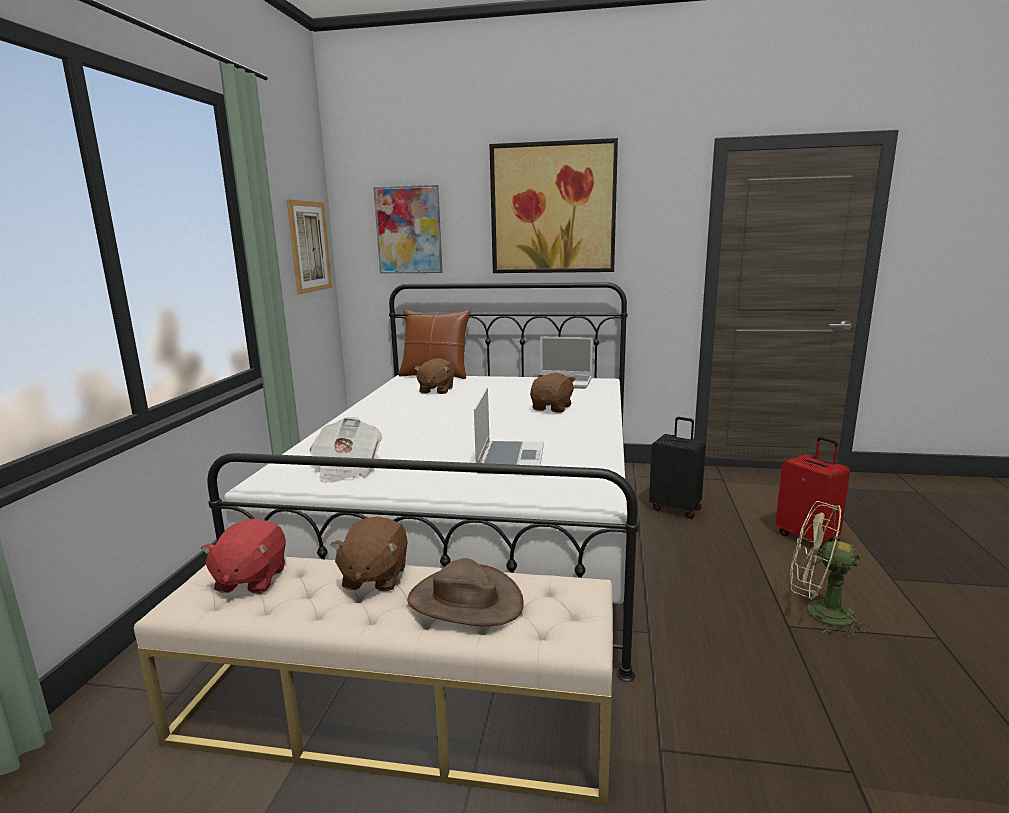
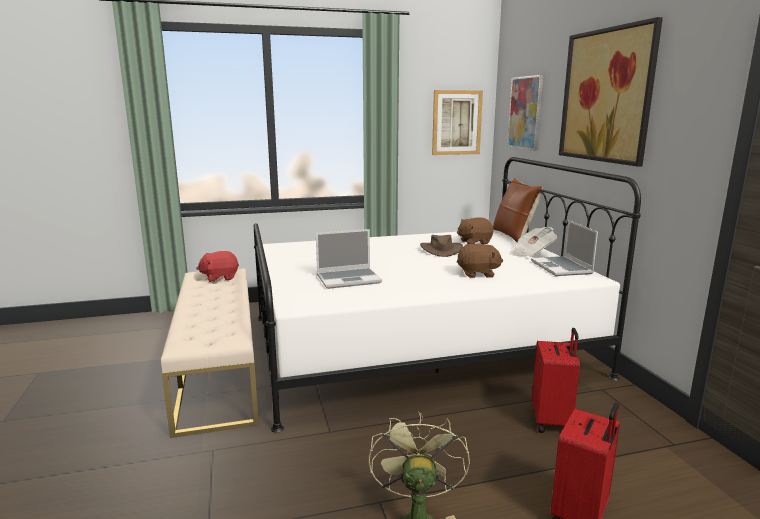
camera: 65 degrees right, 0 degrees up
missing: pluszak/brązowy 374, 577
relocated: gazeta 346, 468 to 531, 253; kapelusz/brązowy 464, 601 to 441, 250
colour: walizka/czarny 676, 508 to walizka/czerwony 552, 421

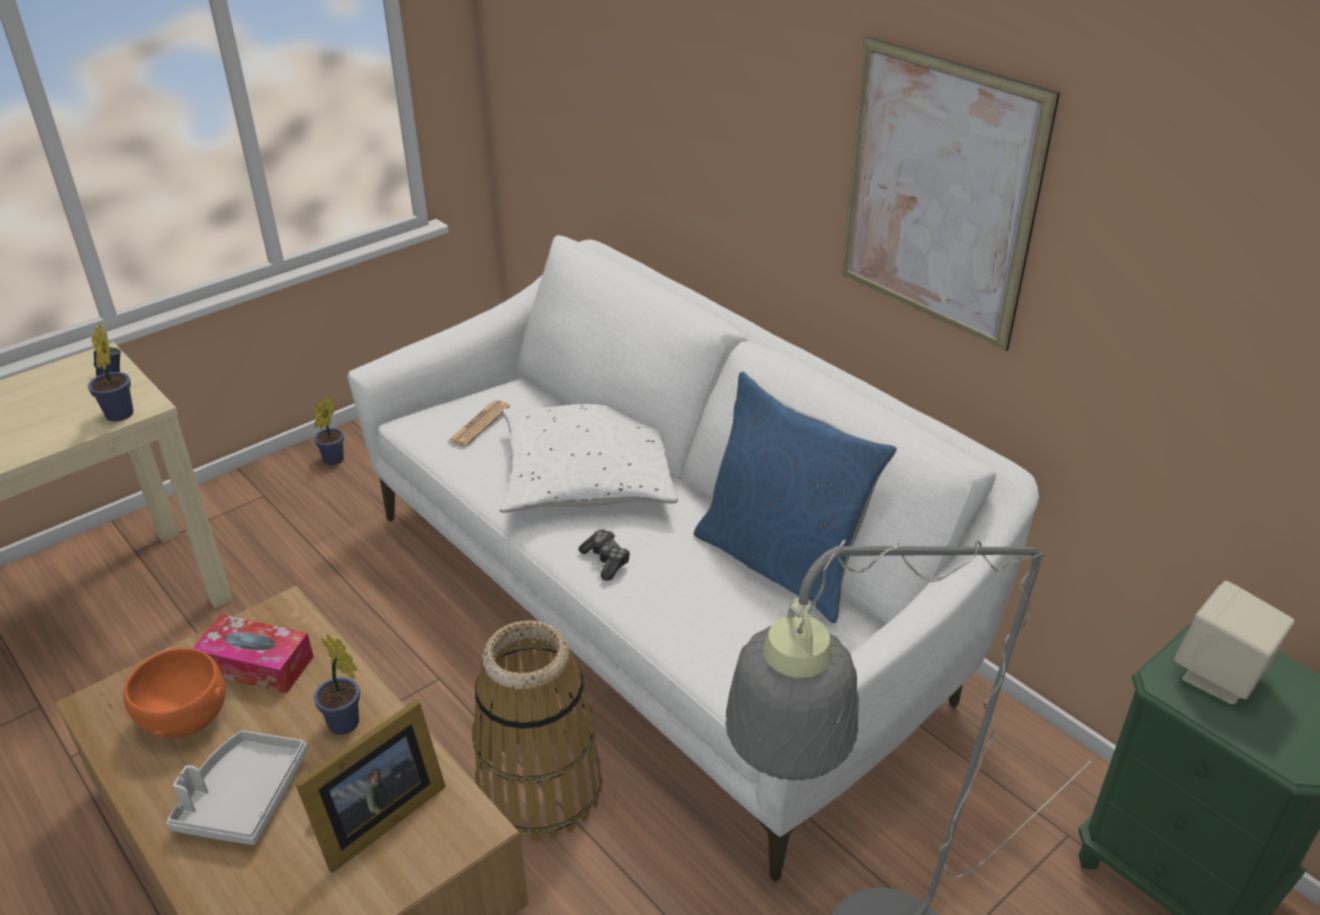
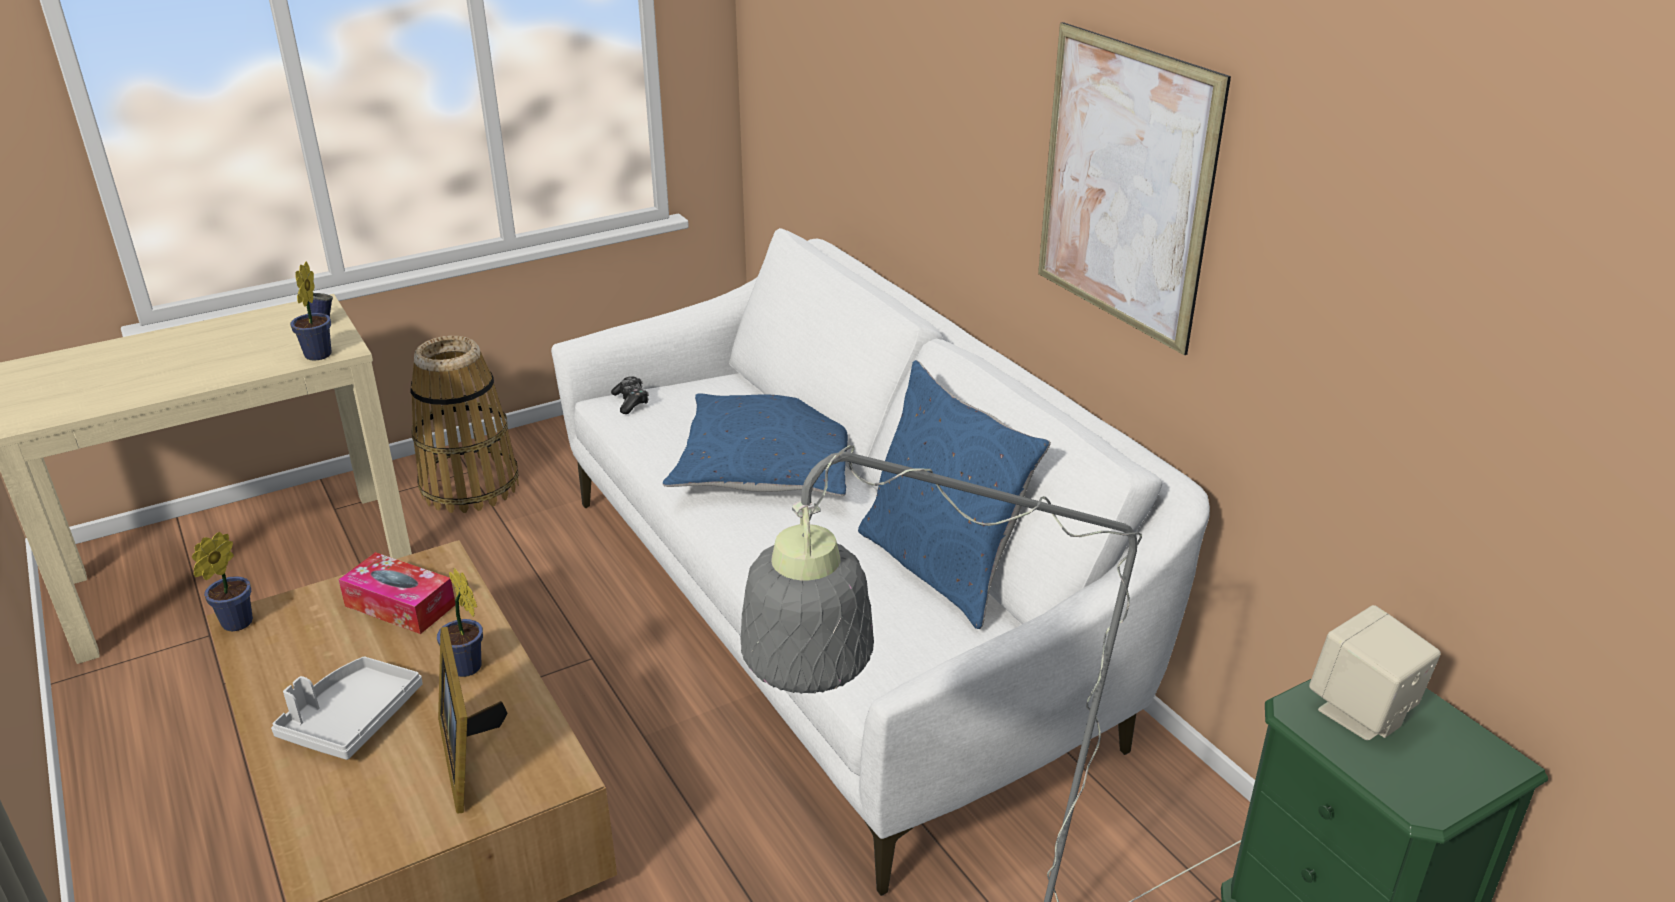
camera: 10 degrees right, 5 degrees down
missing: miska/pomarańczowy 185, 717; gazeta 479, 424
relocated: roślina doniczkowa 332, 461 to 233, 625; koszyk 540, 788 to 470, 486; pad do gier 606, 560 to 631, 401
colour: poduszka/biały 587, 474 to poduszka/niebieski 767, 465
spun: ramka na zdjęcie 374, 819 = 469, 755 105 degrees clockwise

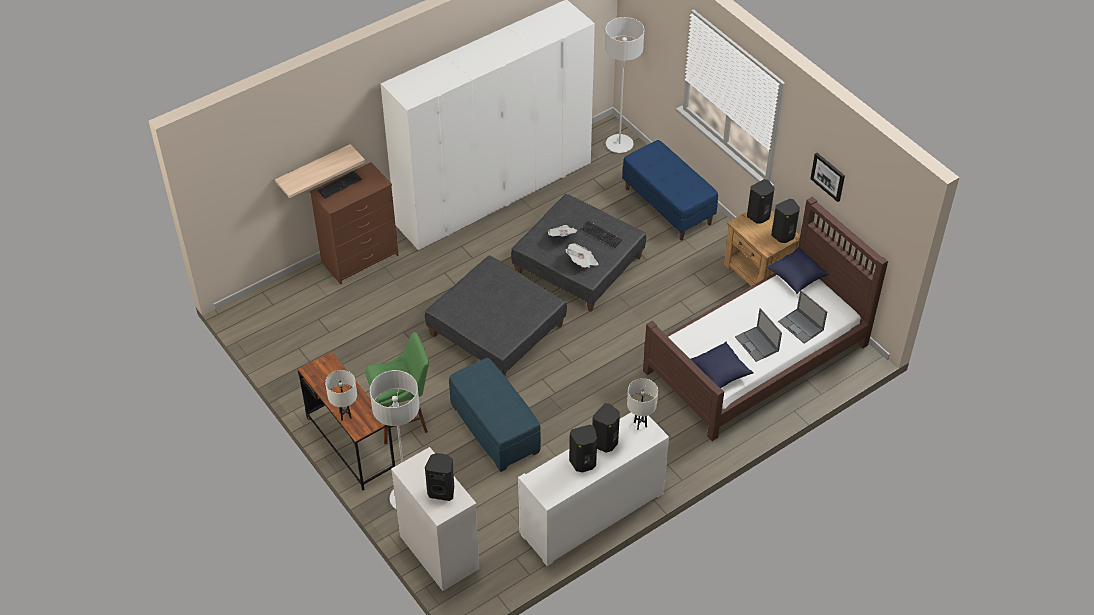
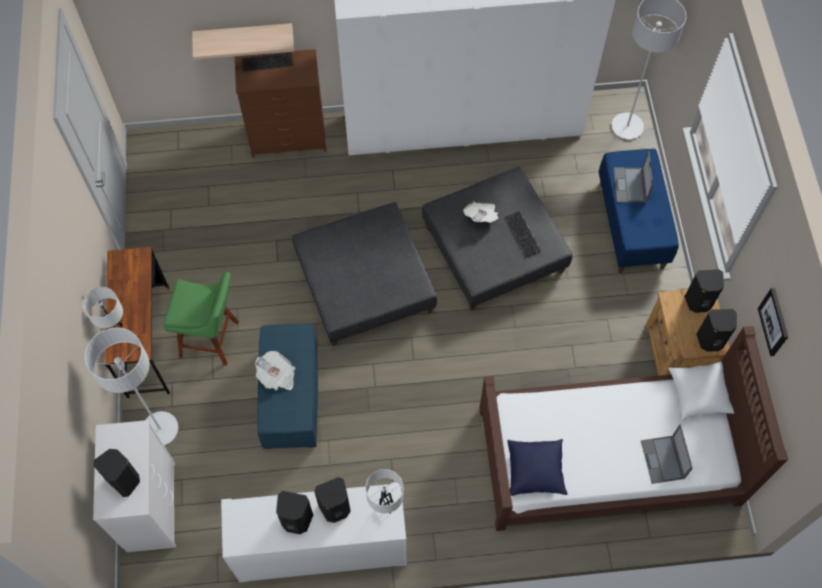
camera: 30 degrees right, 15 degrees up
relocated: gazeta 582, 262 to 277, 376; laptop 757, 344 to 630, 185
colour: poduszka/niebieski 796, 277 to poduszka/biały 698, 394

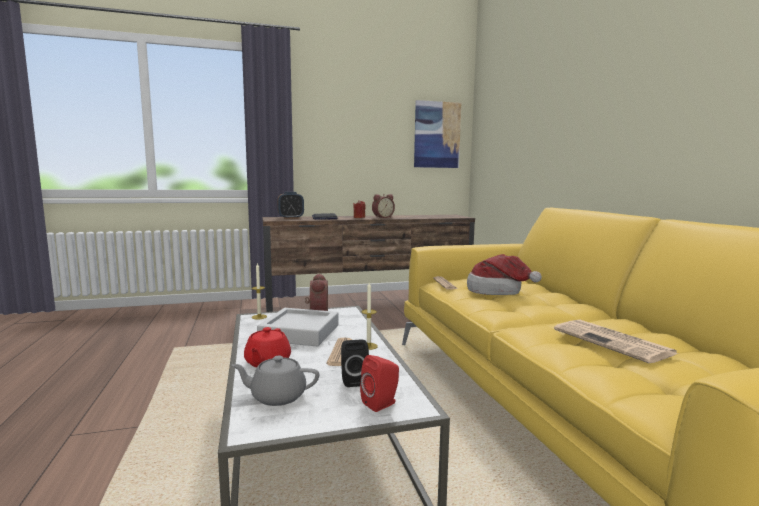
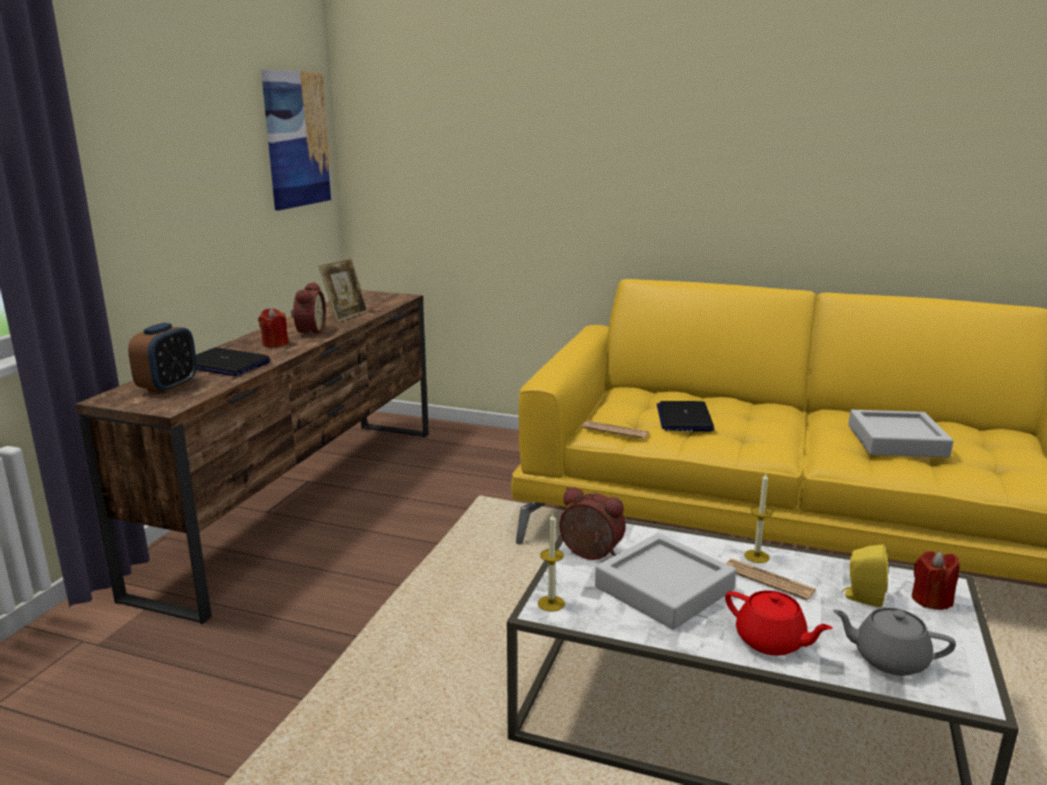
camera: 55 degrees left, 10 degrees up
appeared: ramka na zdjęcie 346, 316
exchanged: głośnik/czerwony 382, 403 to świeca/czerwony 931, 600; kapelusz 498, 291 to laptop 684, 418; gazeta 614, 342 to taca/szary 896, 441
colour: głośnik/czarny 353, 380 to głośnik/żółty 862, 598
spun: imbryk/szary 277, 396 = 889, 659 75 degrees clockwise

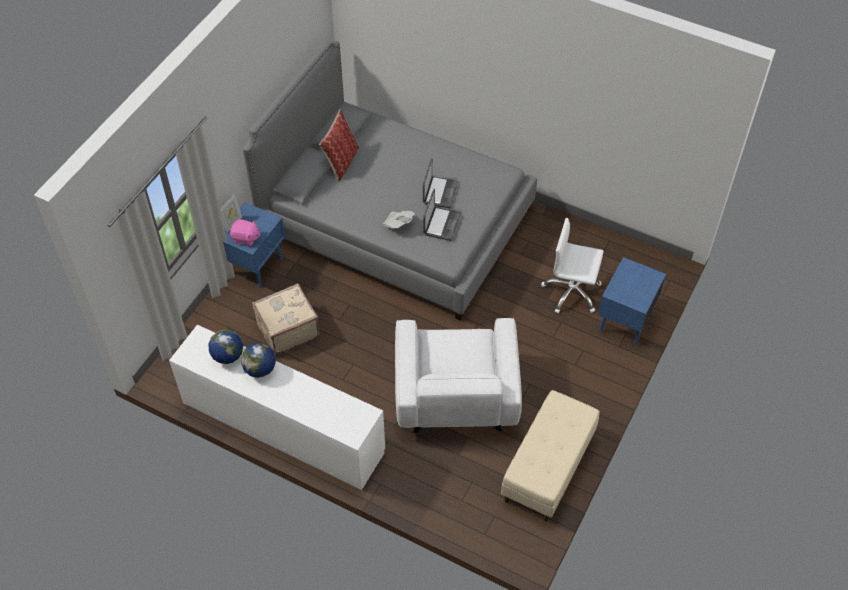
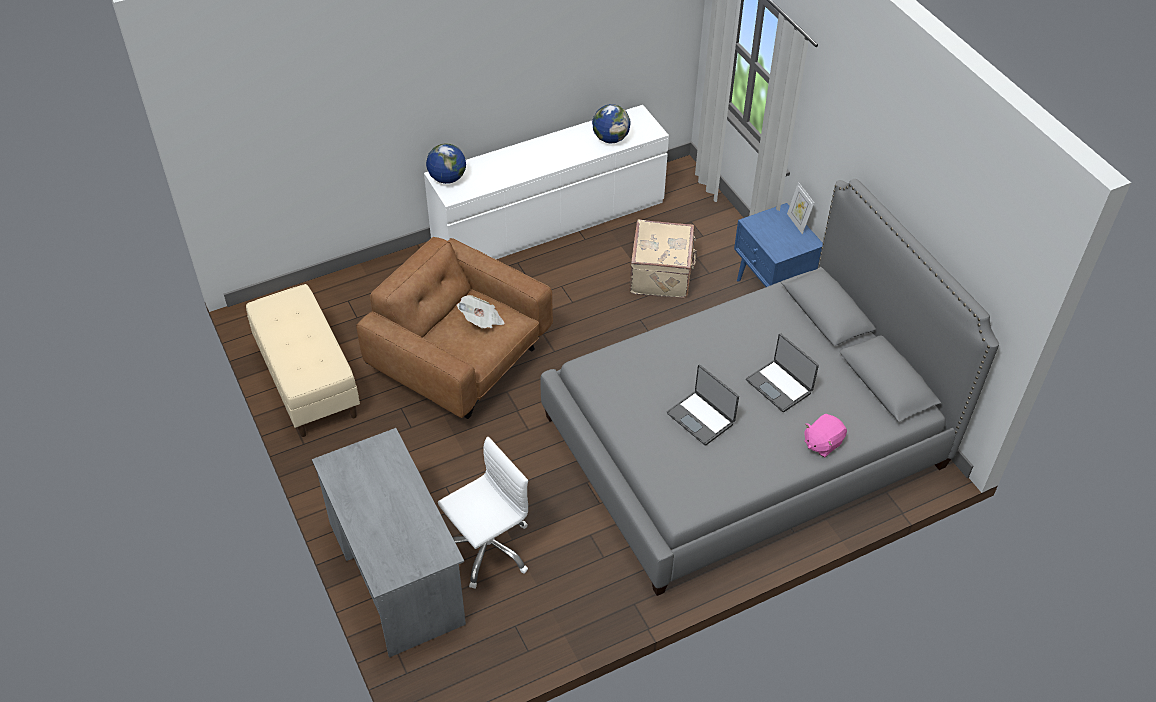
camera: 125 degrees right, 5 degrees down
missing: poduszka 341, 162
relocated: pluszak/różowy 246, 238 to 822, 443; globus 260, 369 to 447, 178; gazeta 398, 224 to 481, 321; laptop 441, 224 to 779, 386
exchanged: szafka nocna/niebieski 625, 323 to biurko/szary 396, 572
colour: fotel/biały 456, 394 to fotel/brązowy 460, 360

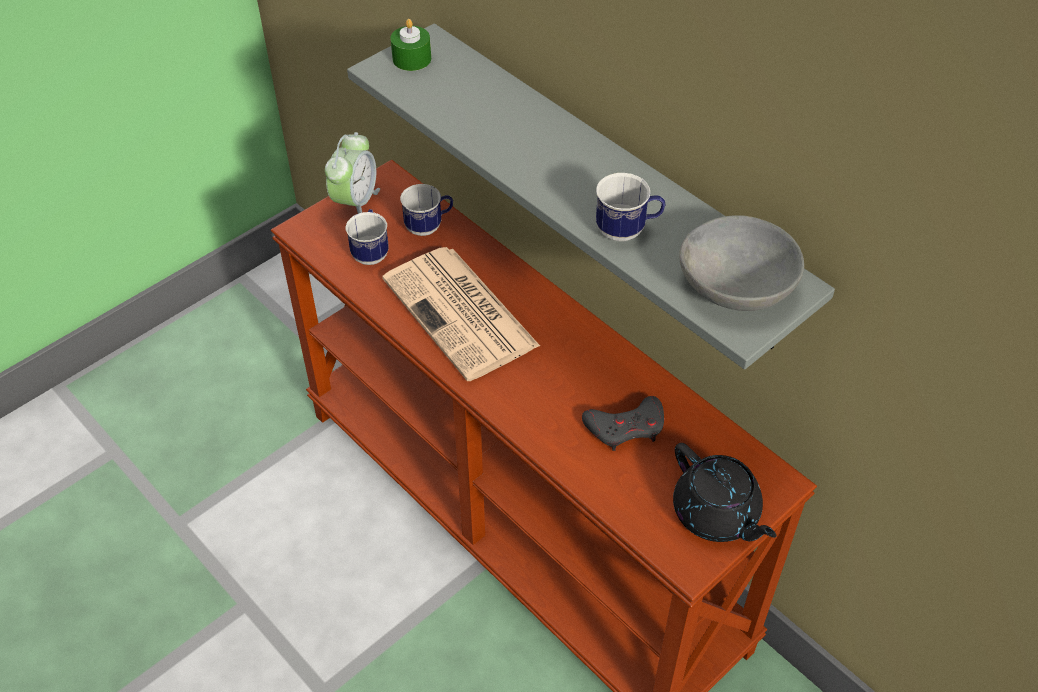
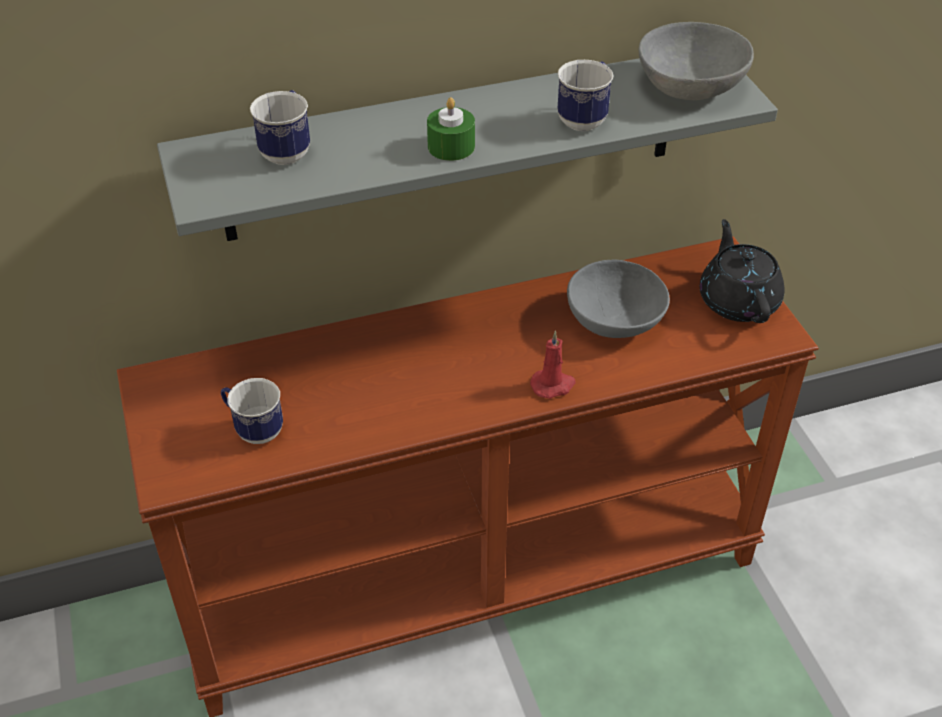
camera: 65 degrees left, 5 degrees down
missing: budzik 355, 202; gazeta 462, 314
appeared: świeca/czerwony 553, 385
relocated: świeca/zielony 411, 59 to 451, 146; kubek 429, 226 to 288, 151
exchanged: pad do gier/szary 626, 427 to miska/szary 616, 320
spun: imbryk/czarny 716, 514 = 738, 300 90 degrees counterclockwise

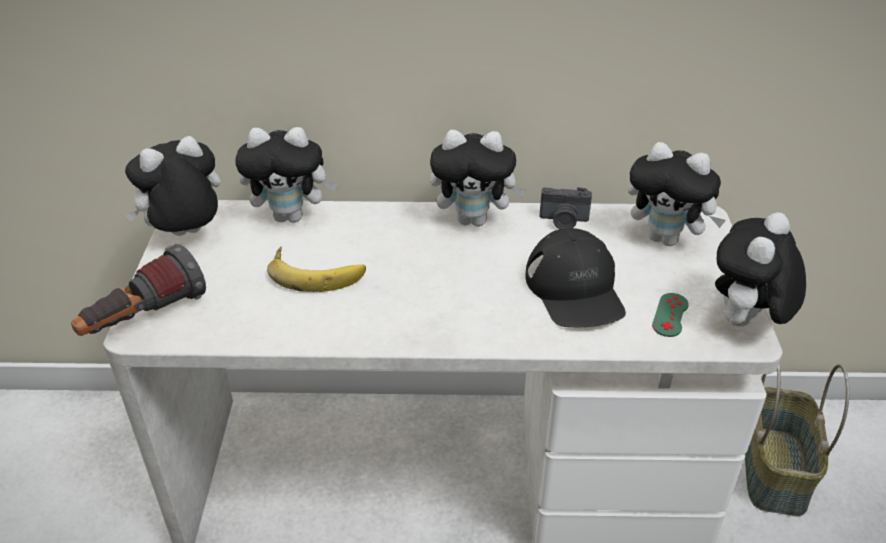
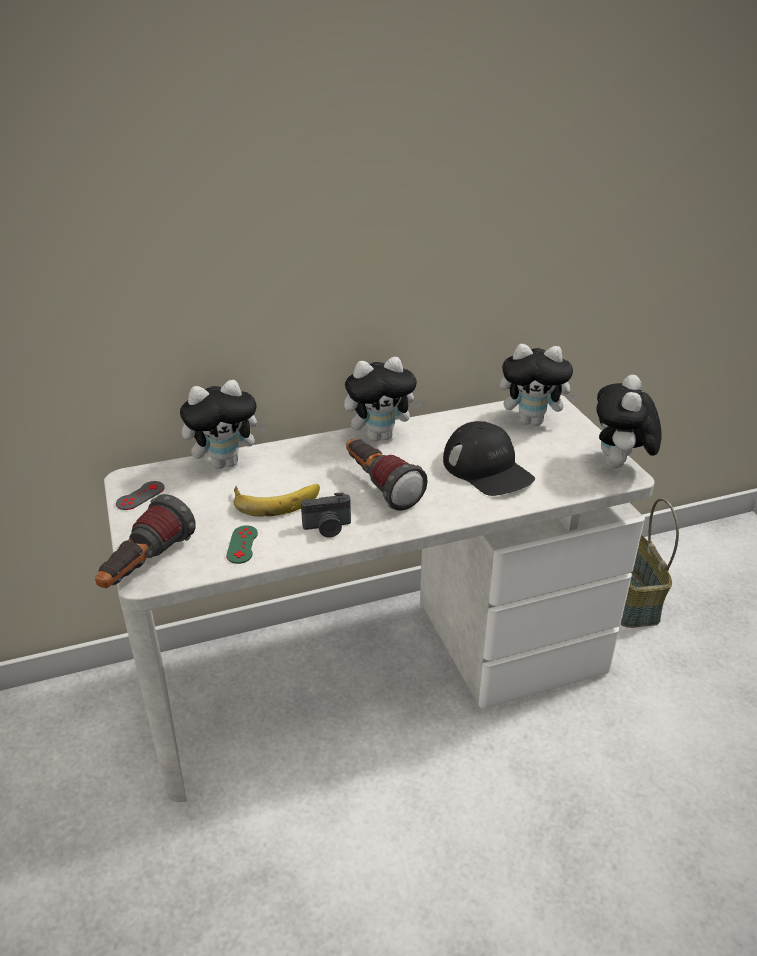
camera: 20 degrees left, 5 degrees down
appeared: latarka 379, 486
relocated: aparat fotograficzny 563, 221 to 327, 528; pad do gier/zielony 670, 315 to 242, 544
exchanged: pluszak 186, 235 to pad do gier/szary 140, 496

